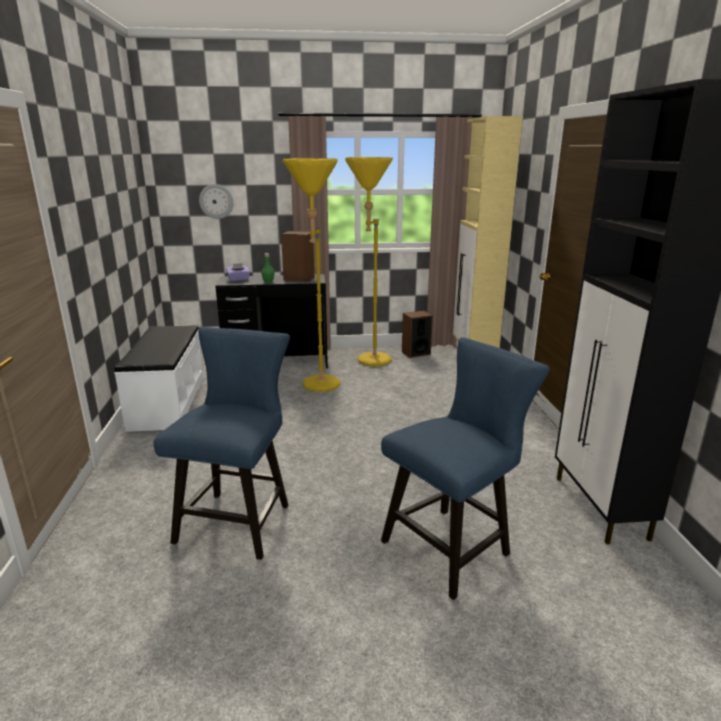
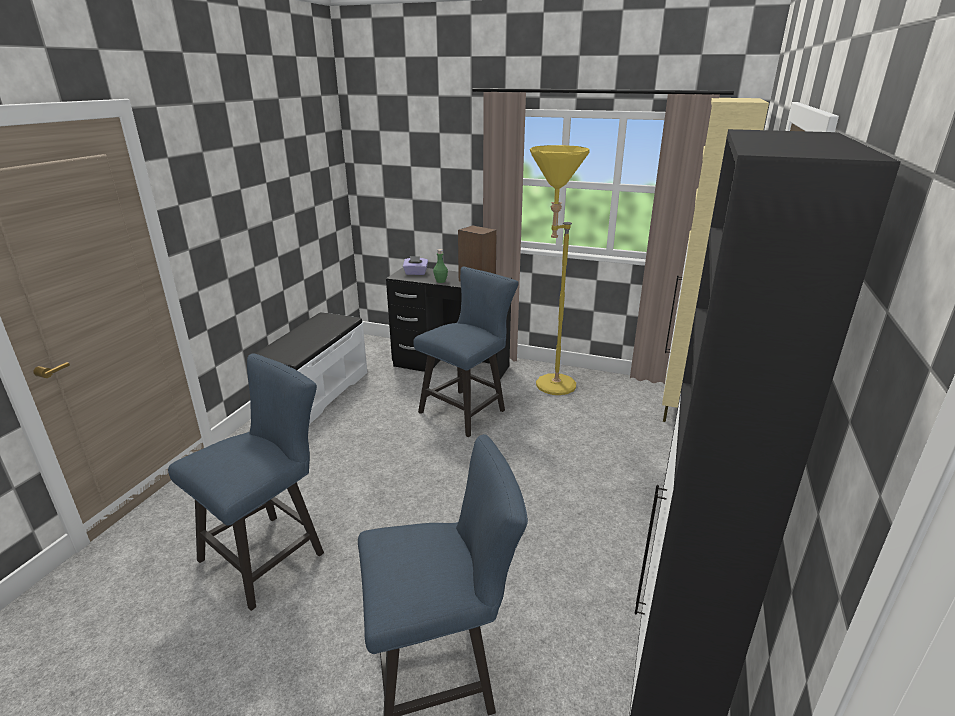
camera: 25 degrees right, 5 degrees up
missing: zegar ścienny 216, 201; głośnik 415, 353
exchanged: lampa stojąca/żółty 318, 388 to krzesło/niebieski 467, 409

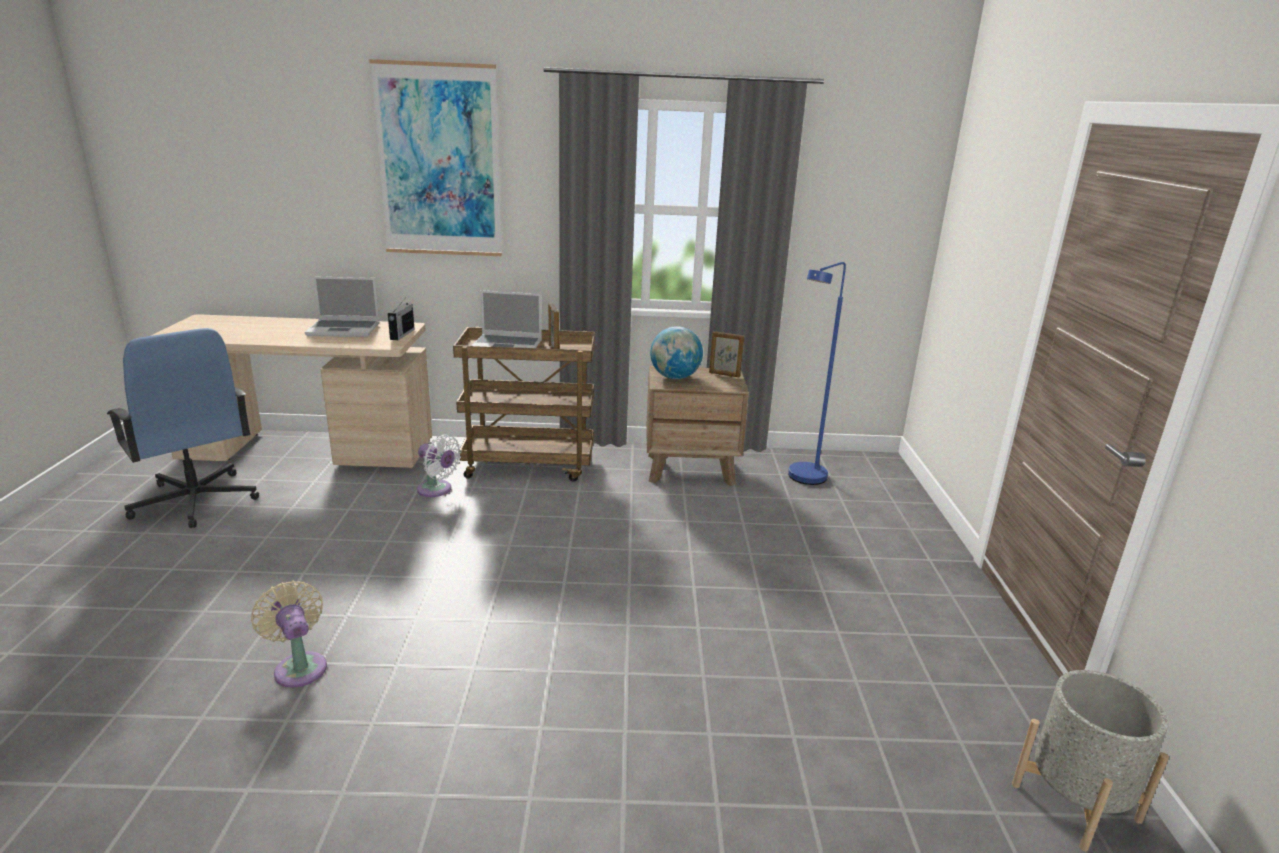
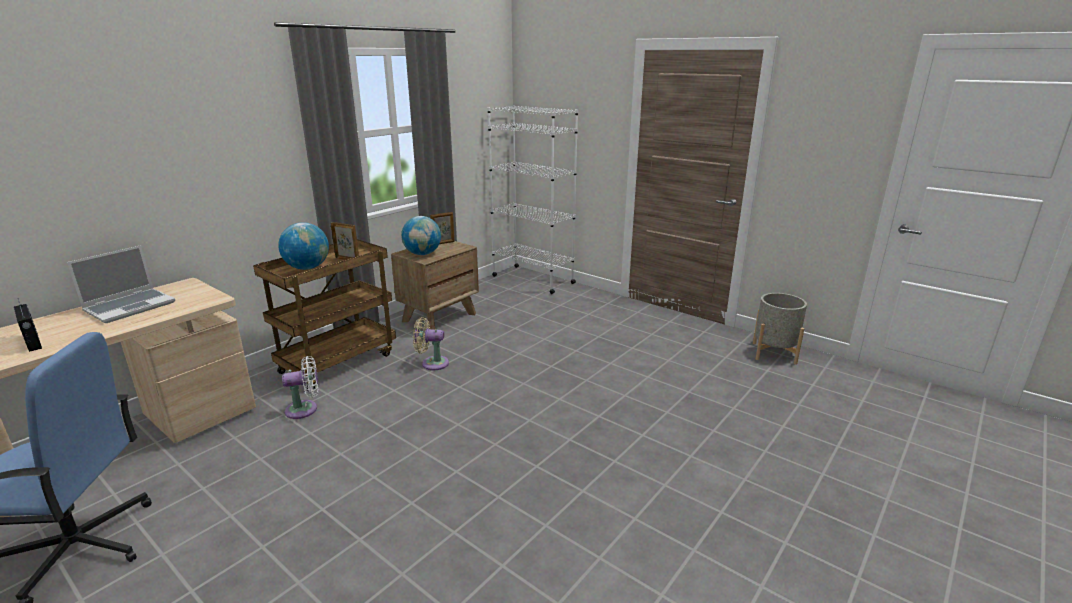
camera: 50 degrees left, 0 degrees up
missing: obraz 439, 162; lampa stojąca/niebieski 803, 480
appeared: regał/biały 532, 279
relocated: wentylator/beżowy 299, 666 to 432, 363; radio 402, 334 to 33, 342
exchanged: laptop 508, 346 to globus 307, 268

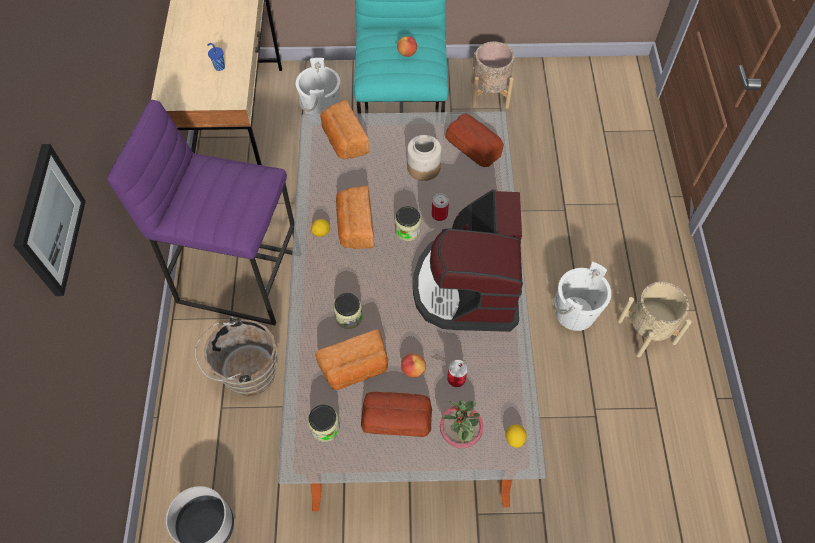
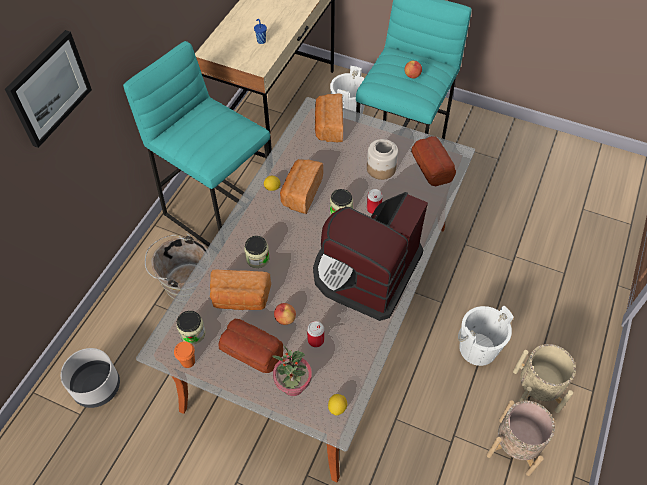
camera: 25 degrees right, 5 degrees down
appeared: filiżanka/pomarańczowy 188, 361
relocated: donica/beżowy 489, 94 to 514, 446
colour: stołek/fioletowy 240, 277 to stołek/turkusowy 220, 213

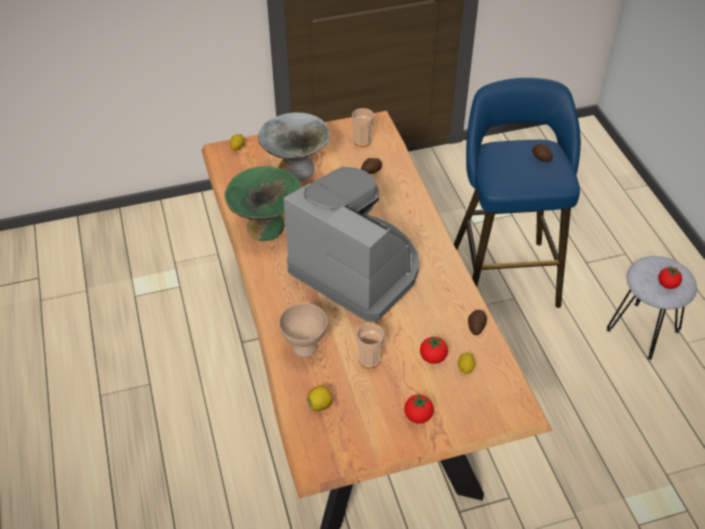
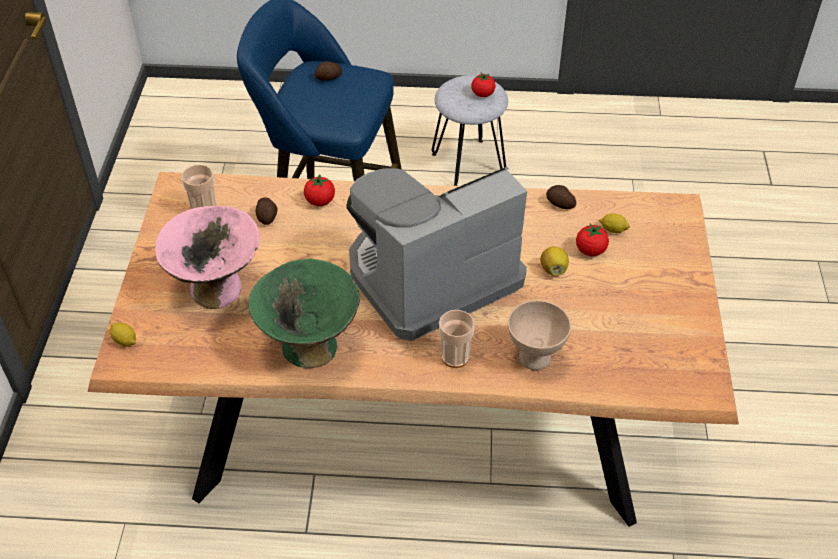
camera: 70 degrees left, 0 degrees up
relocated: cytryna 320, 404 to 553, 269; filiżanka 369, 359 to 455, 357; pomidor 418, 416 to 320, 201
colour: miska/szary 296, 170 to miska/różowy 217, 288

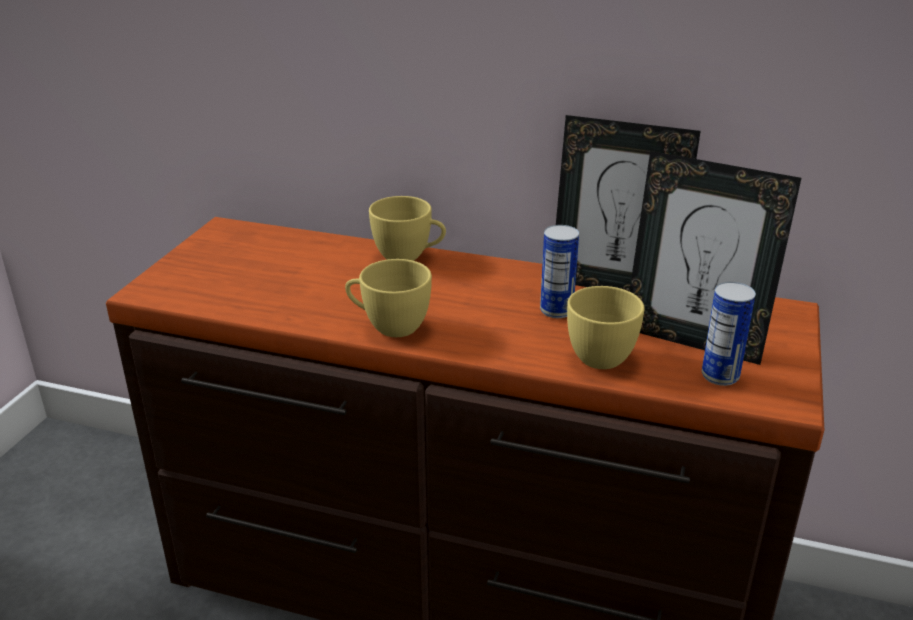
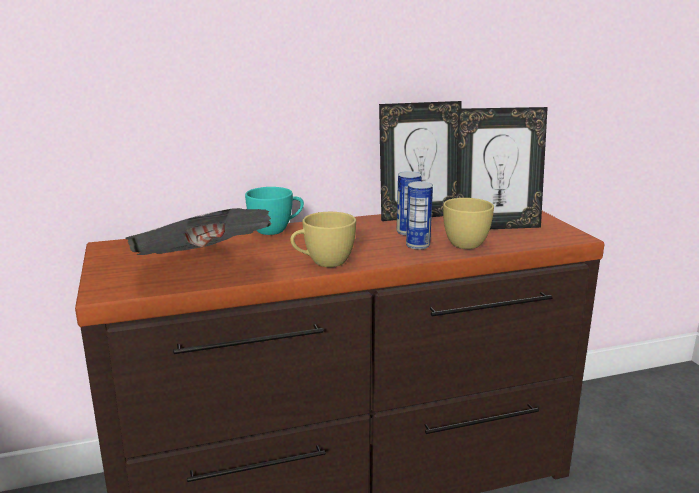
camera: 35 degrees left, 10 degrees down
appeared: gazeta 203, 271
relocated: puszka 720, 376 to 418, 245
colour: filiżanka/żółty 409, 256 to filiżanka/turkusowy 276, 230

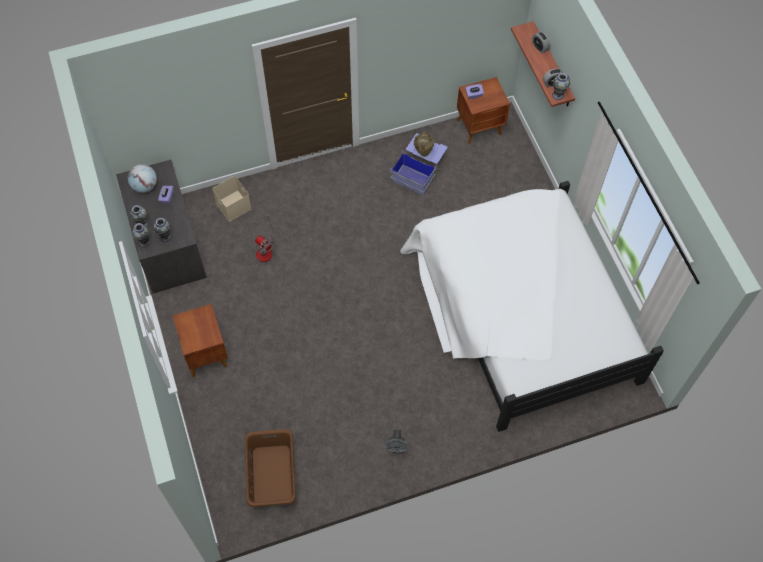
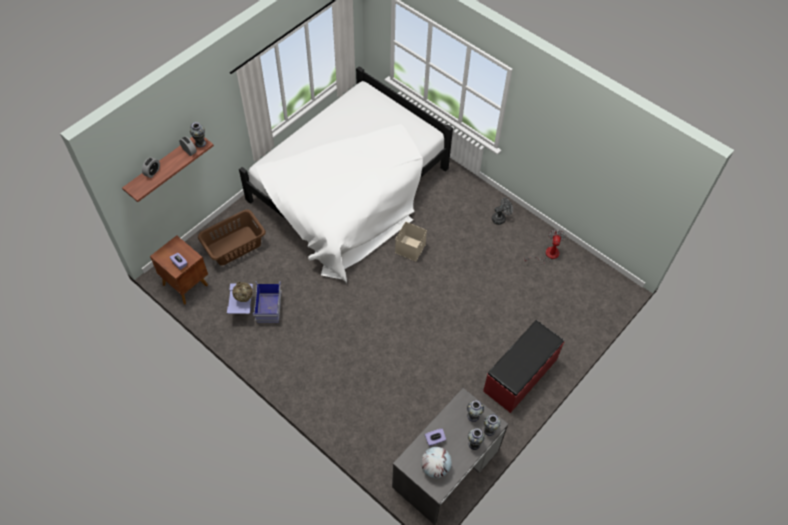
camera: 120 degrees left, 5 degrees down
relocated: pojemnik do przechowywania/beżowy 232, 205 to 410, 248; kosz na pranie/brązowy 271, 475 to 235, 246; wentylator 265, 249 to 547, 255
exchanged: szafka nocna/brązowy 205, 353 to ławka/czerwony 520, 375

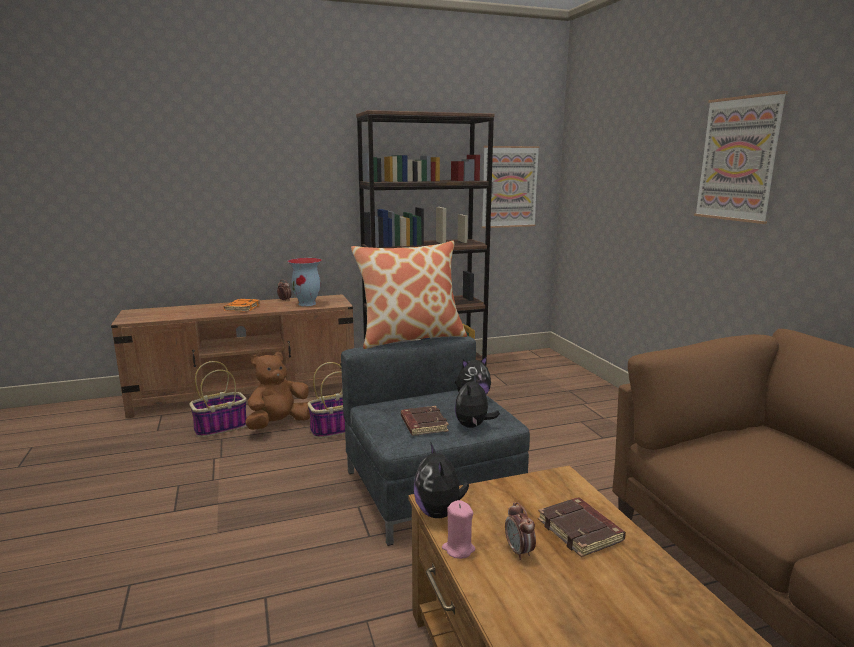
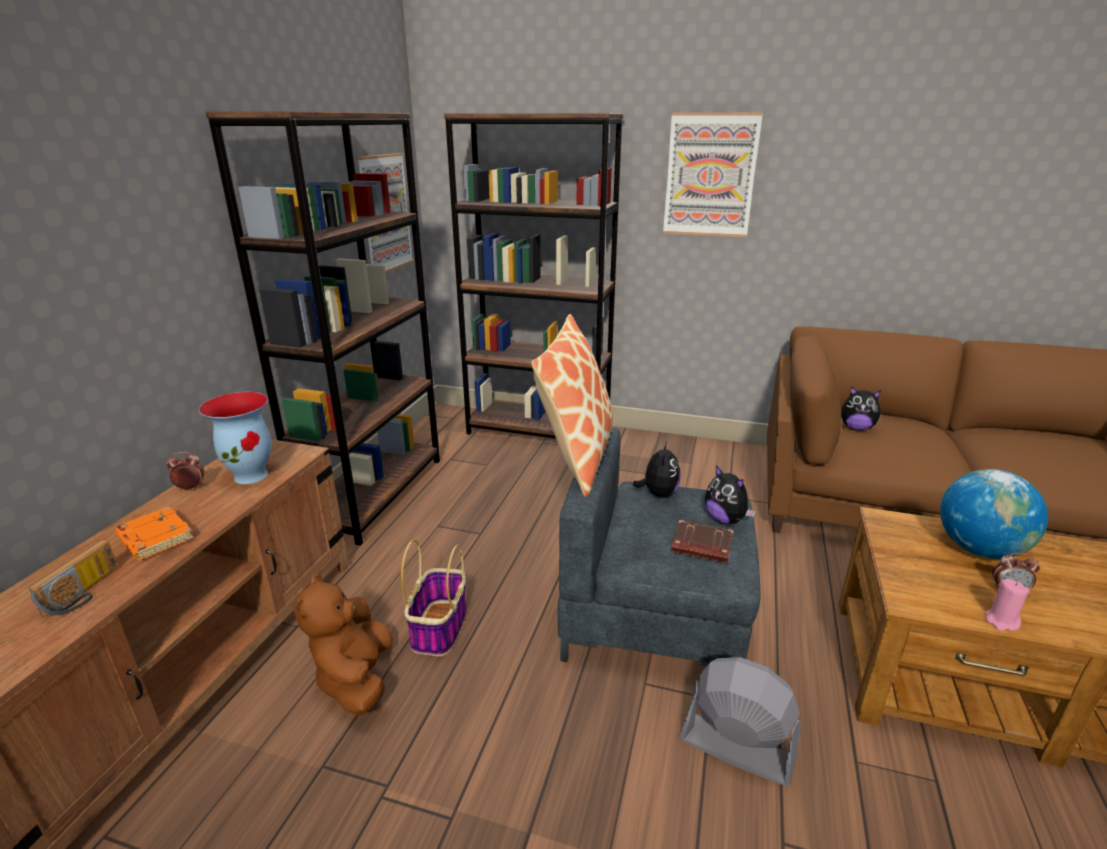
camera: 55 degrees left, 10 degrees up
missing: koszyk 221, 427
appeared: radio 85, 593; regał/brązowy 539, 430; wentylator/szary 736, 748
relocated: pluszak 440, 513 to 856, 428
exchanged: książka/brązowy 581, 531 to globus 979, 549

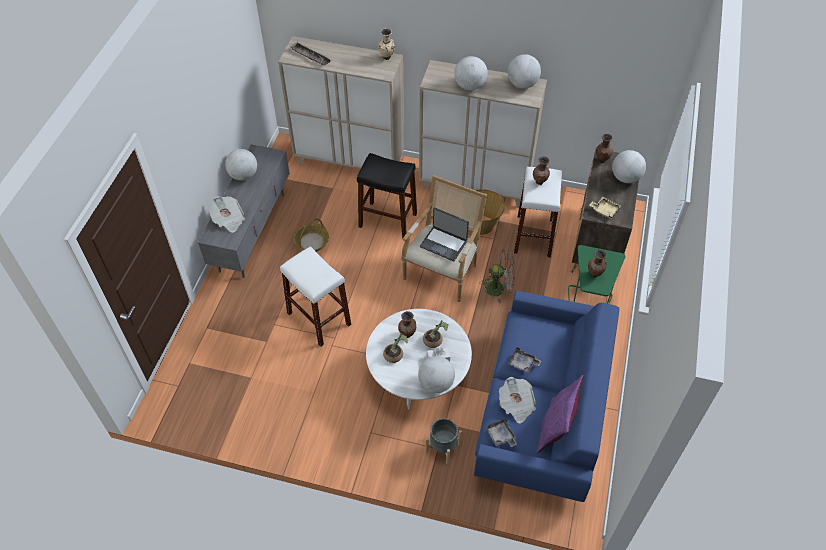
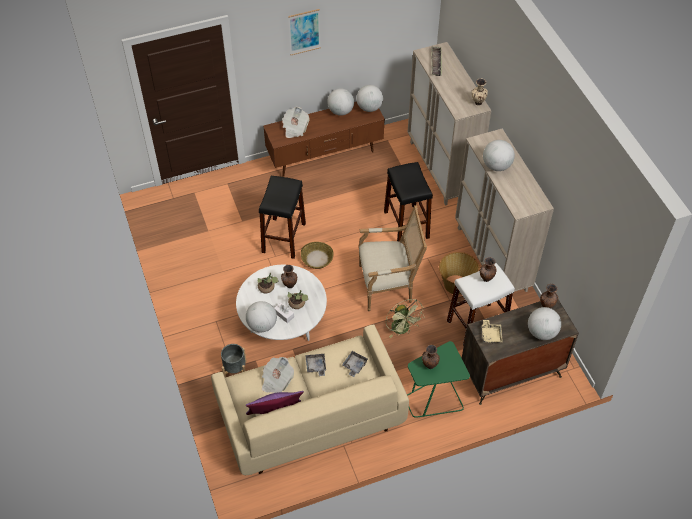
camera: 55 degrees right, 0 degrees up
missing: laptop 444, 243
appeared: obraz 304, 32
relocated: koszyk 312, 242 to 317, 259; taca/szary 500, 436 to 354, 365; globus 522, 84 to 369, 108
colour: szafka pod telewizor/szary 253, 232 to szafka pod telewizor/brązowy 325, 157; stołek/biały 319, 319 to stołek/czarny 284, 237; kanapa/niebieski 541, 413 to kanapa/beżowy 310, 416; wentylator/szary 499, 288 to wentylator/zielony 403, 329

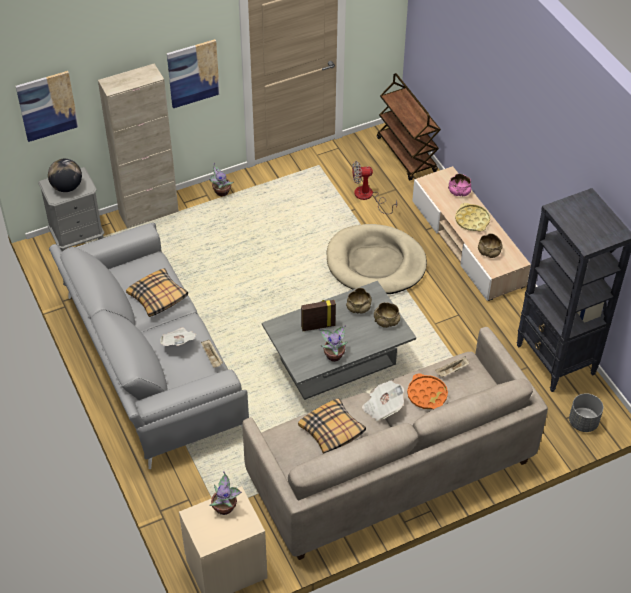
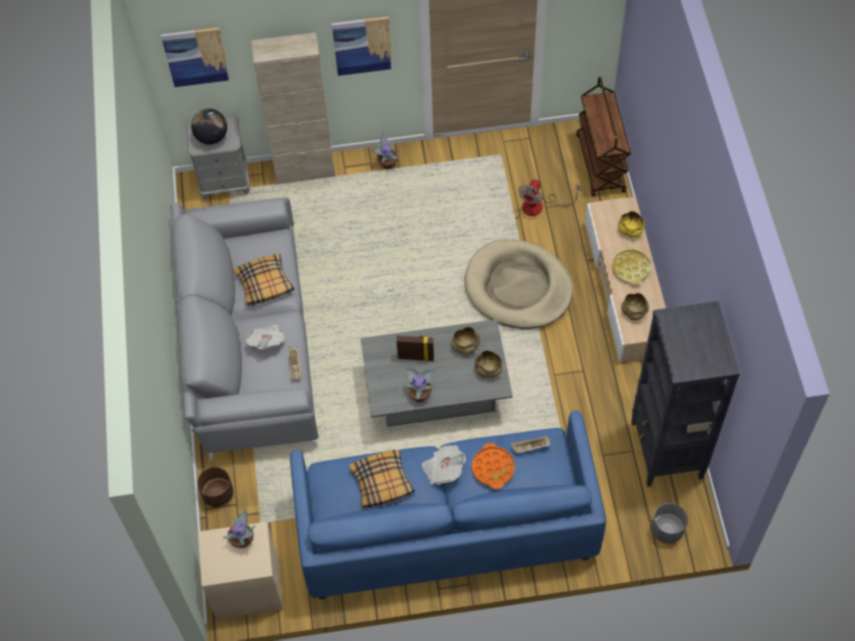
camera: 20 degrees right, 10 degrees up
appeared: donica/brązowy 218, 494
colour: kanapa/beżowy 390, 468 to kanapa/niebieski 446, 526; miska/różowy 459, 191 to miska/żółty 630, 230
spun: wentylator 368, 197 = 540, 206 75 degrees counterclockwise

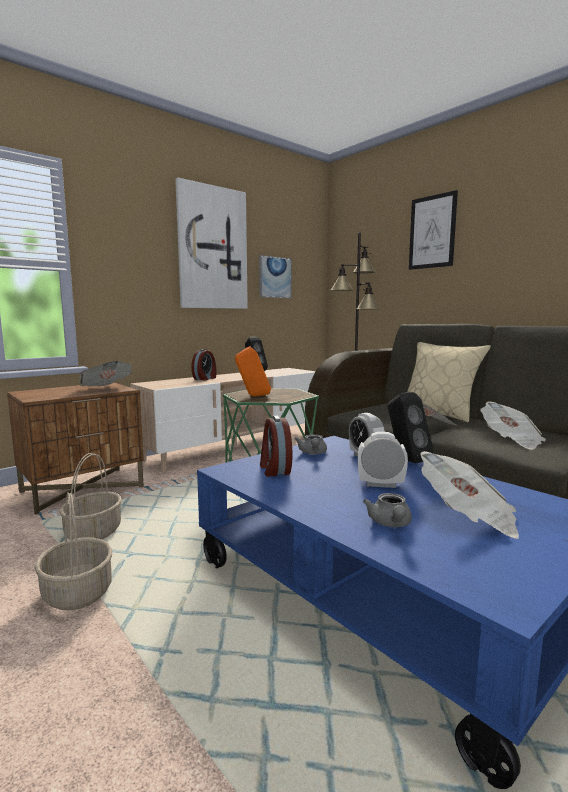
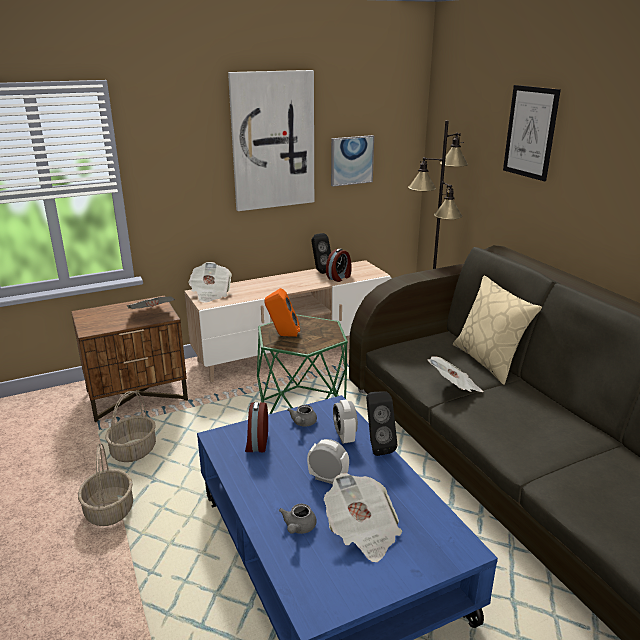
camera: 15 degrees right, 15 degrees up
relocated: budzik 205, 378 to 339, 277; gazeta 511, 441 to 210, 293

